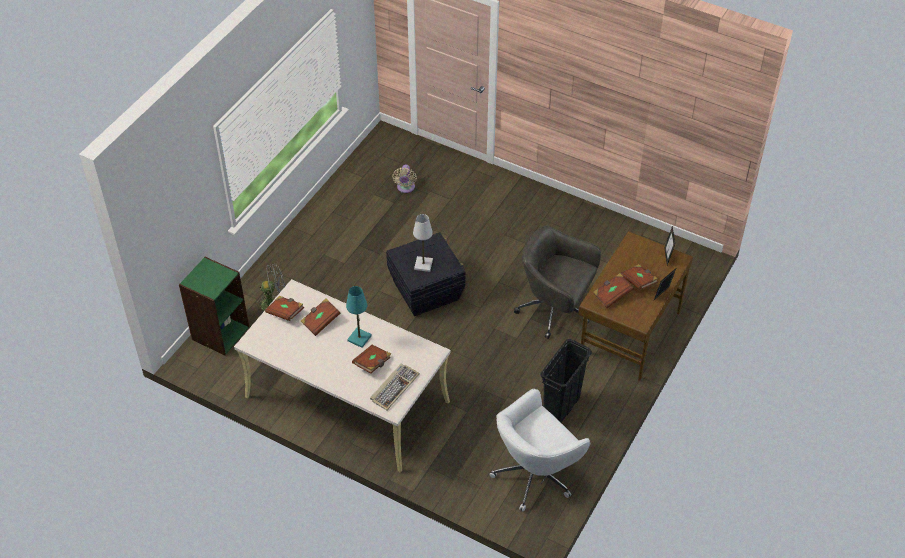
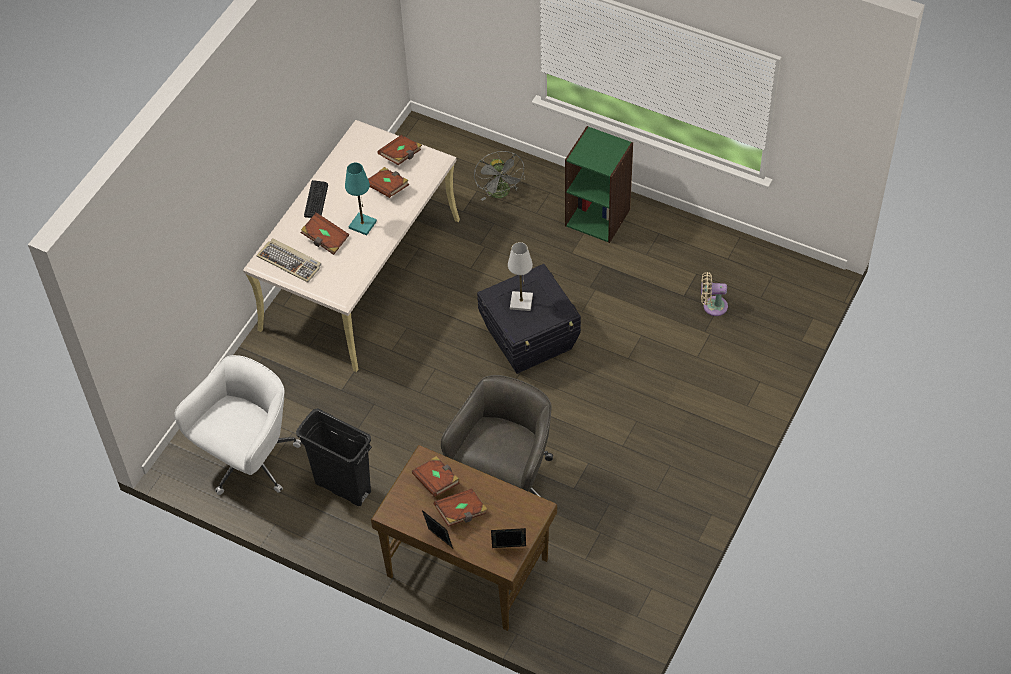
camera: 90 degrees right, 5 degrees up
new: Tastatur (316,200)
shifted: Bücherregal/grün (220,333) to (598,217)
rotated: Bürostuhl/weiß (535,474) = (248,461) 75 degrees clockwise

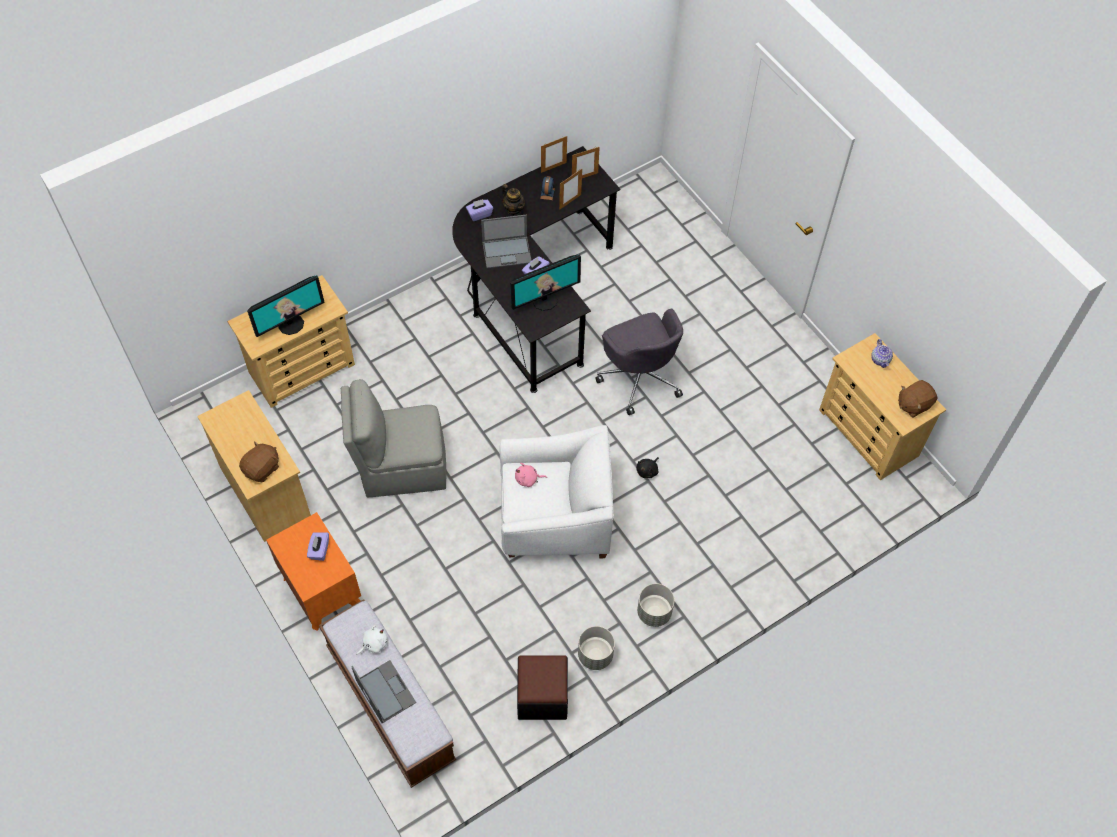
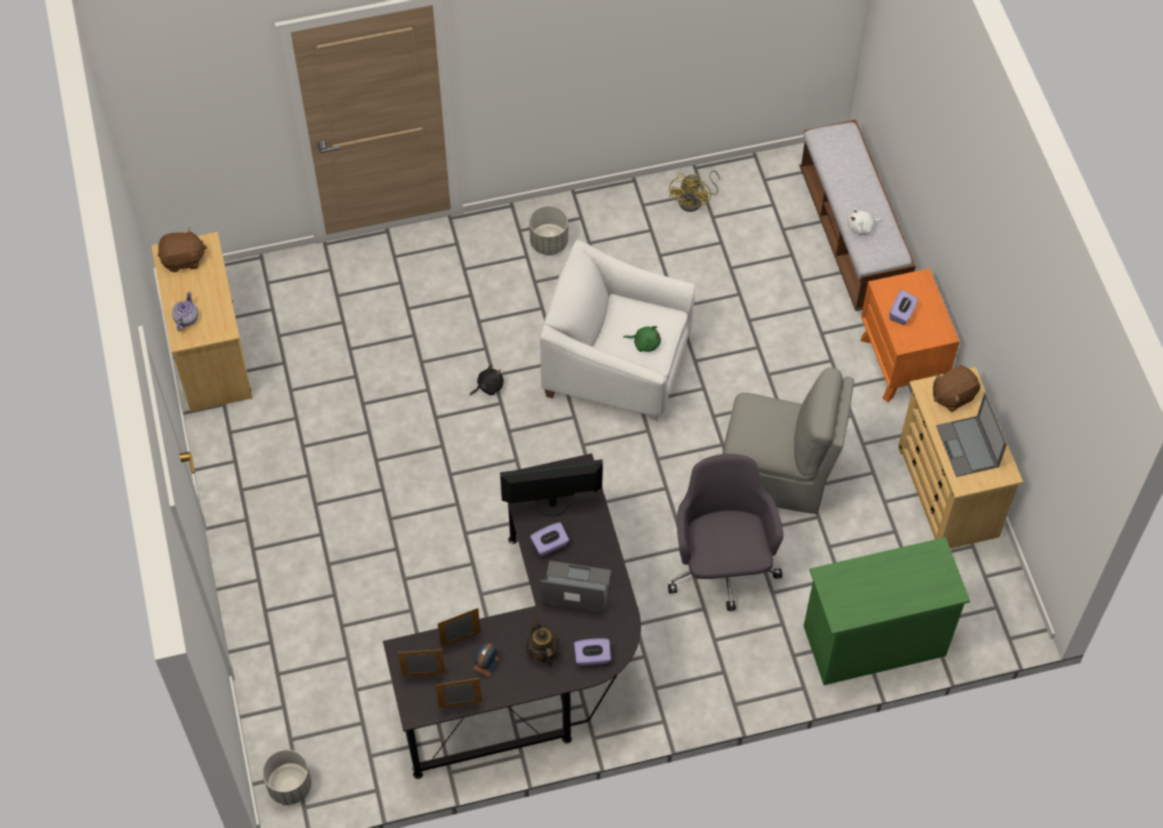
camera: 160 degrees left, 0 degrees up
gone: Monitor (291,324)
shifted: Laptop (385,691) to (968,447); Pflanzkübel/grau (595,655) to (289,786); Bürostuhl/grau (640,376) to (722,566)
swapped: Polsterhocker/schwarz (542,696) to Ventilator/gelb (695,201)
repainted: Kommode/beige (302,368) to Kommode/grün (873,640); Plüschtier/rosa (528,479) to Plüschtier/grün (645,343)

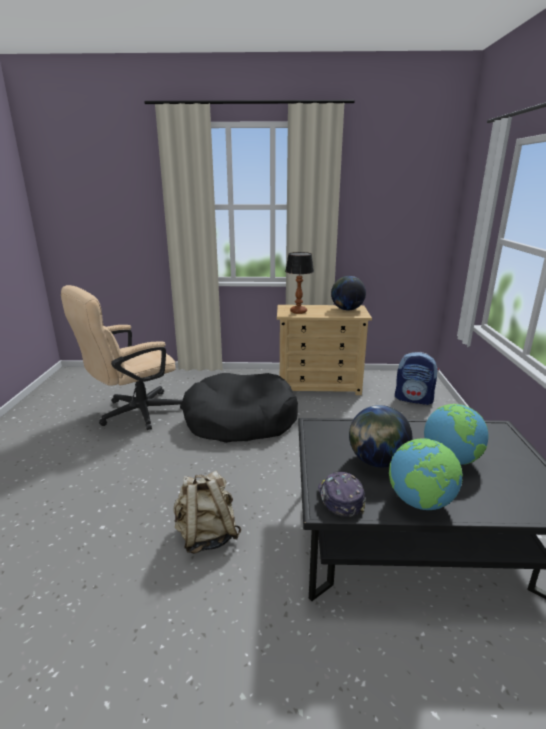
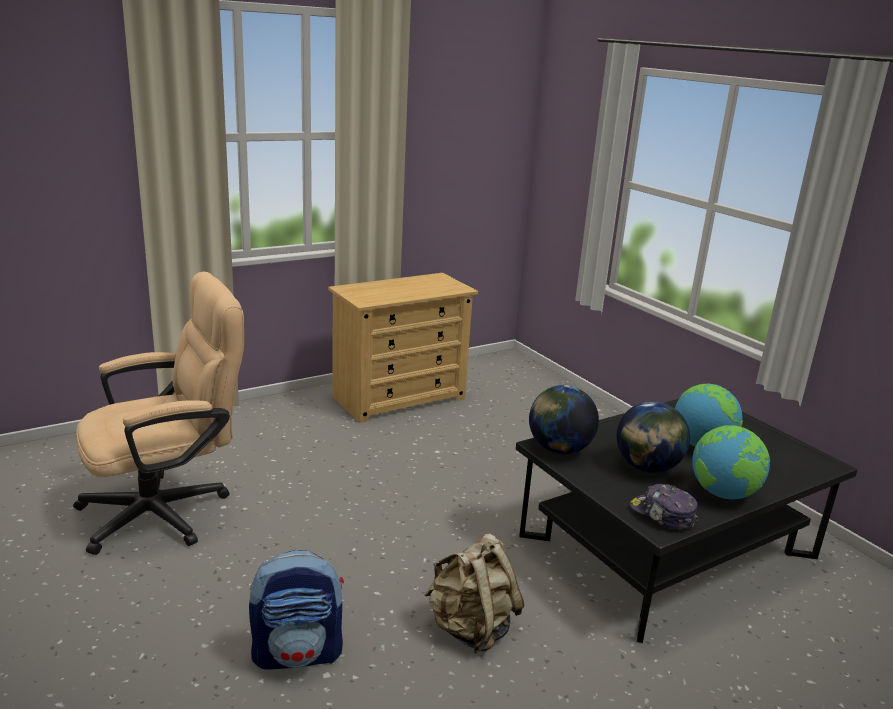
camera: 35 degrees left, 0 degrees up
gone: Hundebett/schwarz (240,420); Tischlampe (299,312)
shifted: Globus (347,309) to (559,449); Rucksack (414,399) to (298,653)
rotated: Bürostuhl/beige (134,414) = (168,510) 135 degrees counterclockwise

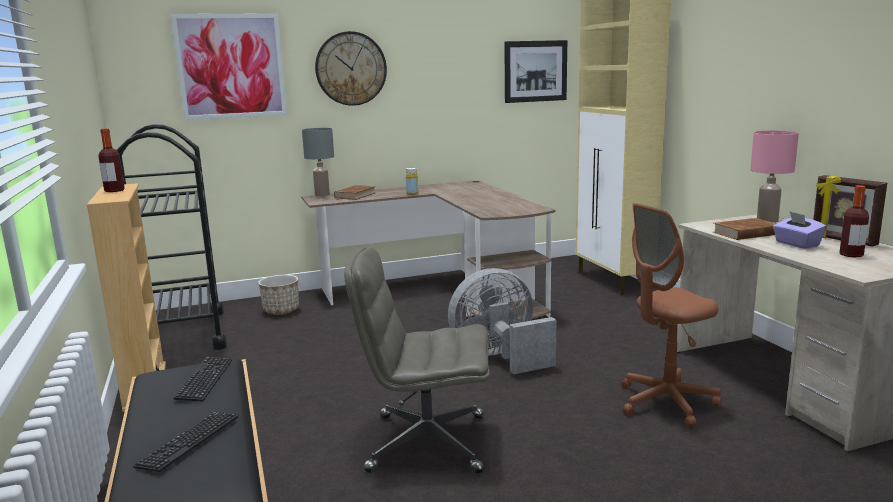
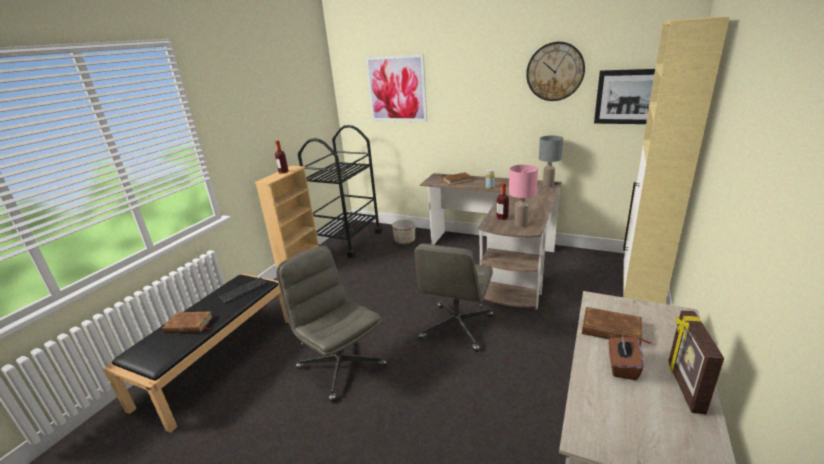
camera: 45 degrees right, 10 degrees up
gone: Bürostuhl/braun (666,403)
shifted: Tischlampe/grau (322,195) to (548,185); Wanduhr (351,69) to (555,71); Tischlampe/rosa (768,221) to (521,224); Flasche (851,255) to (502,218)
swapped: Tastatur (189,442) to Buch/braun (189,325); Ventilator/grau (499,357) to Bürostuhl/grau (456,328)
repainted: Taschentuchbox/lila (796,244) to Taschentuchbox/braun (622,366)

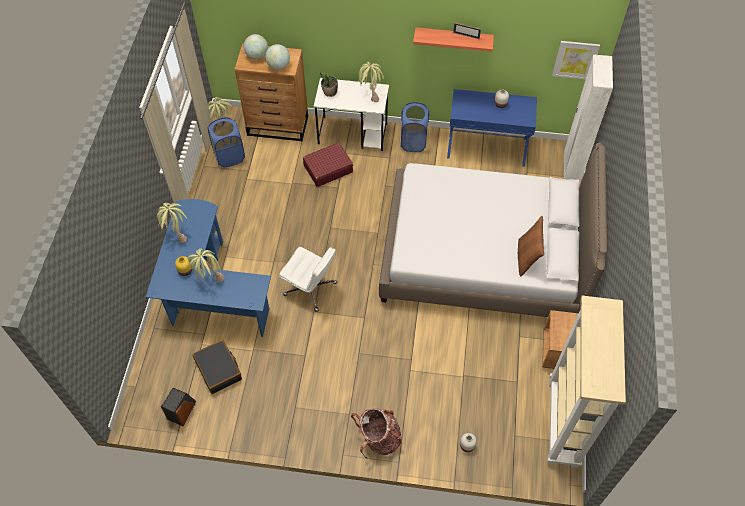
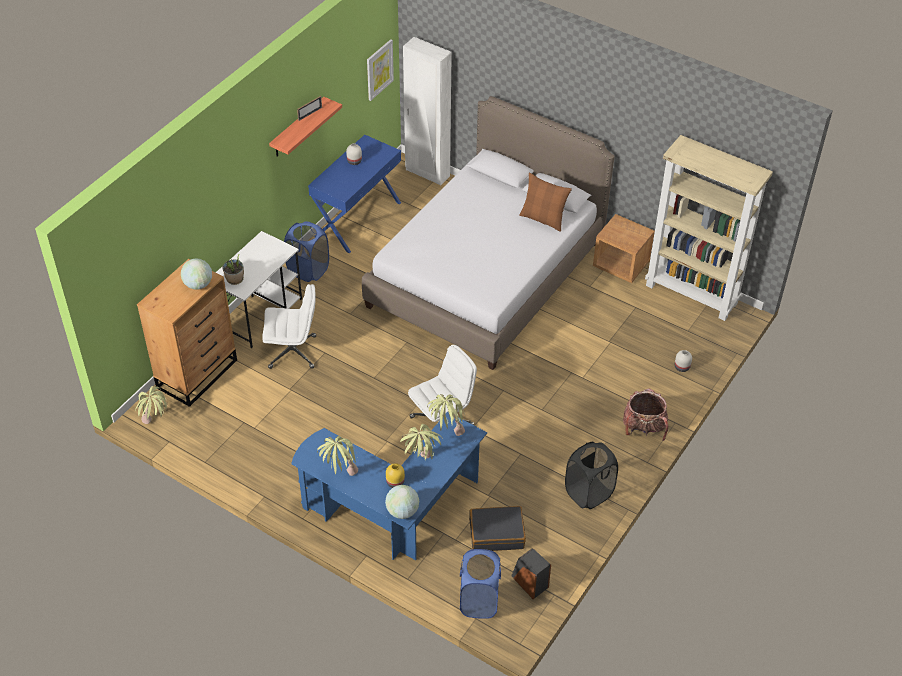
camera: 65 degrees left, 10 degrees down
new: Wäschekorb/schwarz (588,493)
shifted: Wäschekorb/blau (229,156) to (479,601); Globus (257,55) to (402,511); Topfpflanze (370,94) to (446,434)
swapped: Koffer/rot (328,169) to Bürostuhl/weiß (293,352)

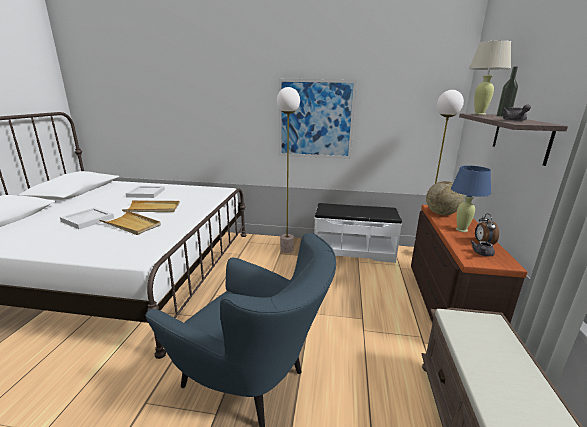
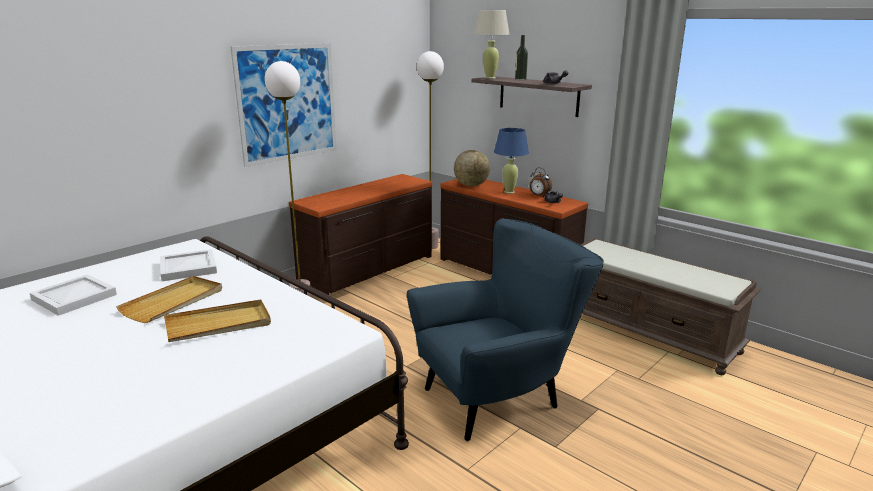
camera: 55 degrees left, 0 degrees up
shifted: Tablett/weiß (87,220) to (187,268)
swapped: Bank/weiß (353,250) to Kommode/braun (369,270)

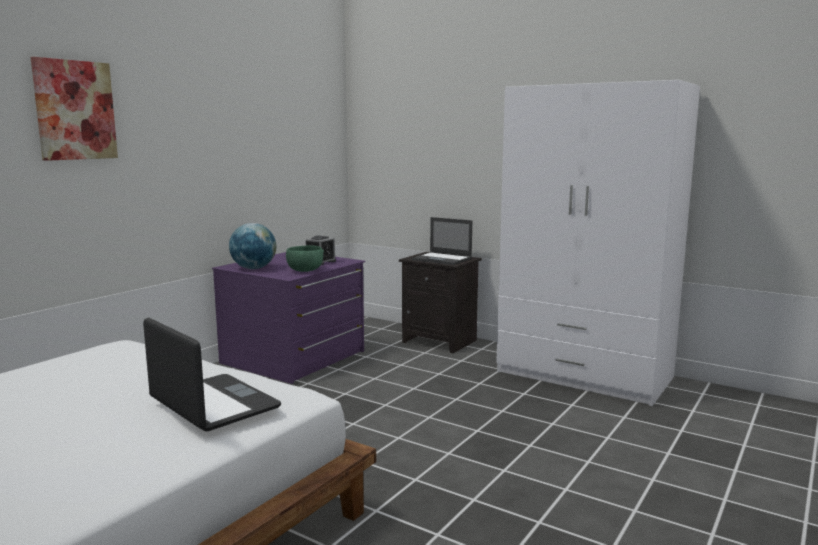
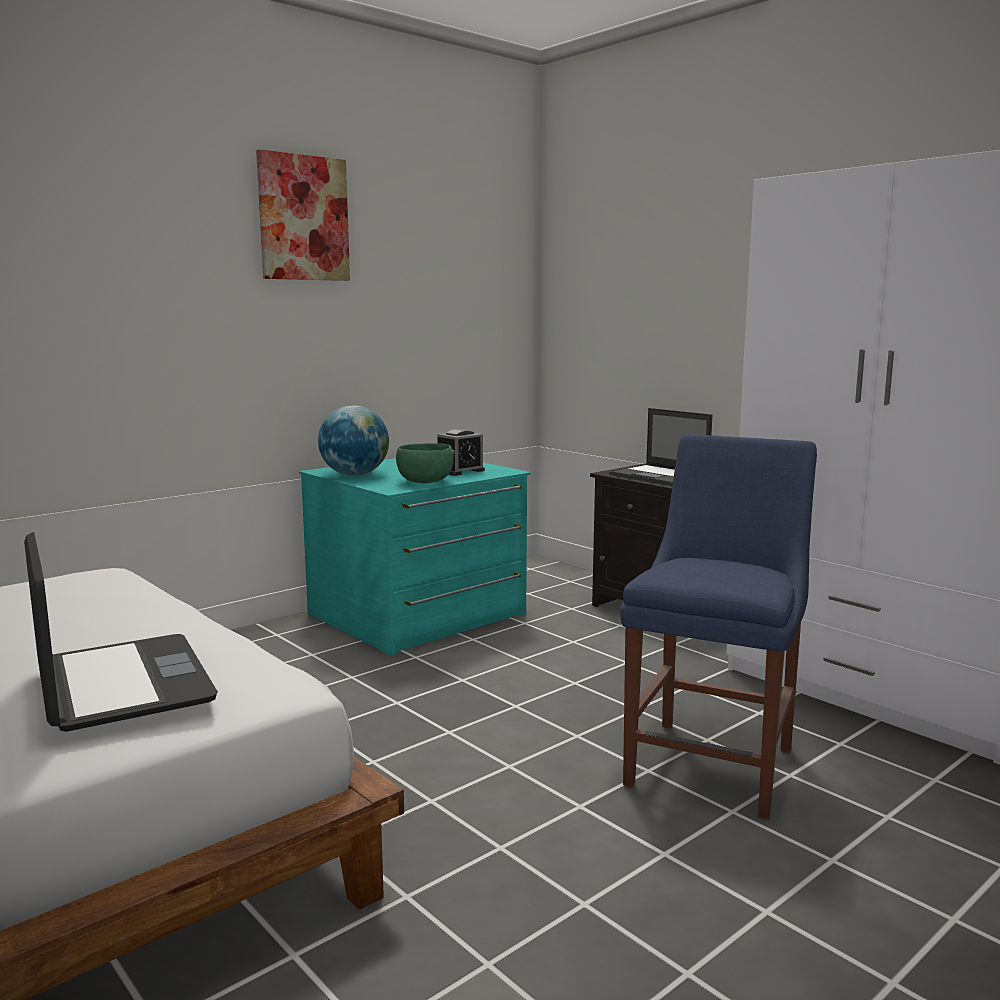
camera: 15 degrees right, 0 degrees up
new: Stuhl/blau (714,762)
shifted: Bild (75,110) to (303,218)
repainted: Kommode/lila (295,357) to Kommode/türkis (418,615)

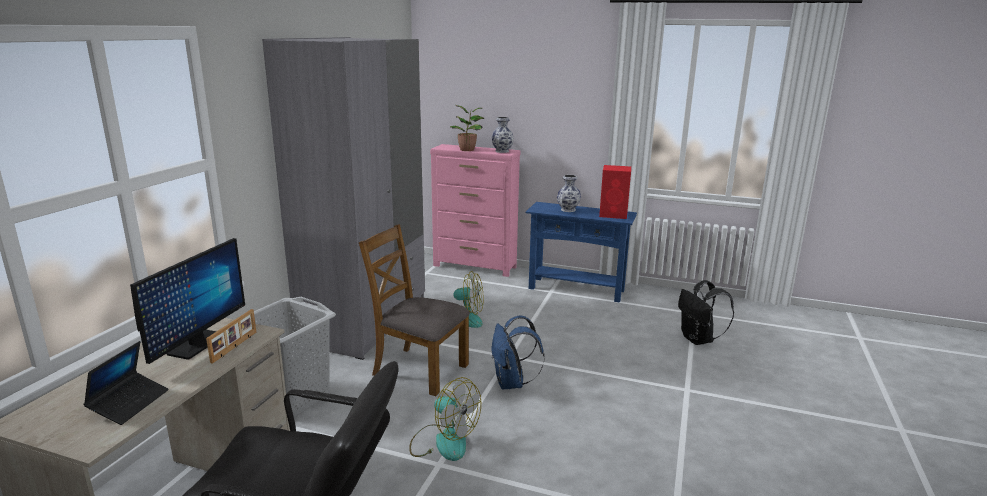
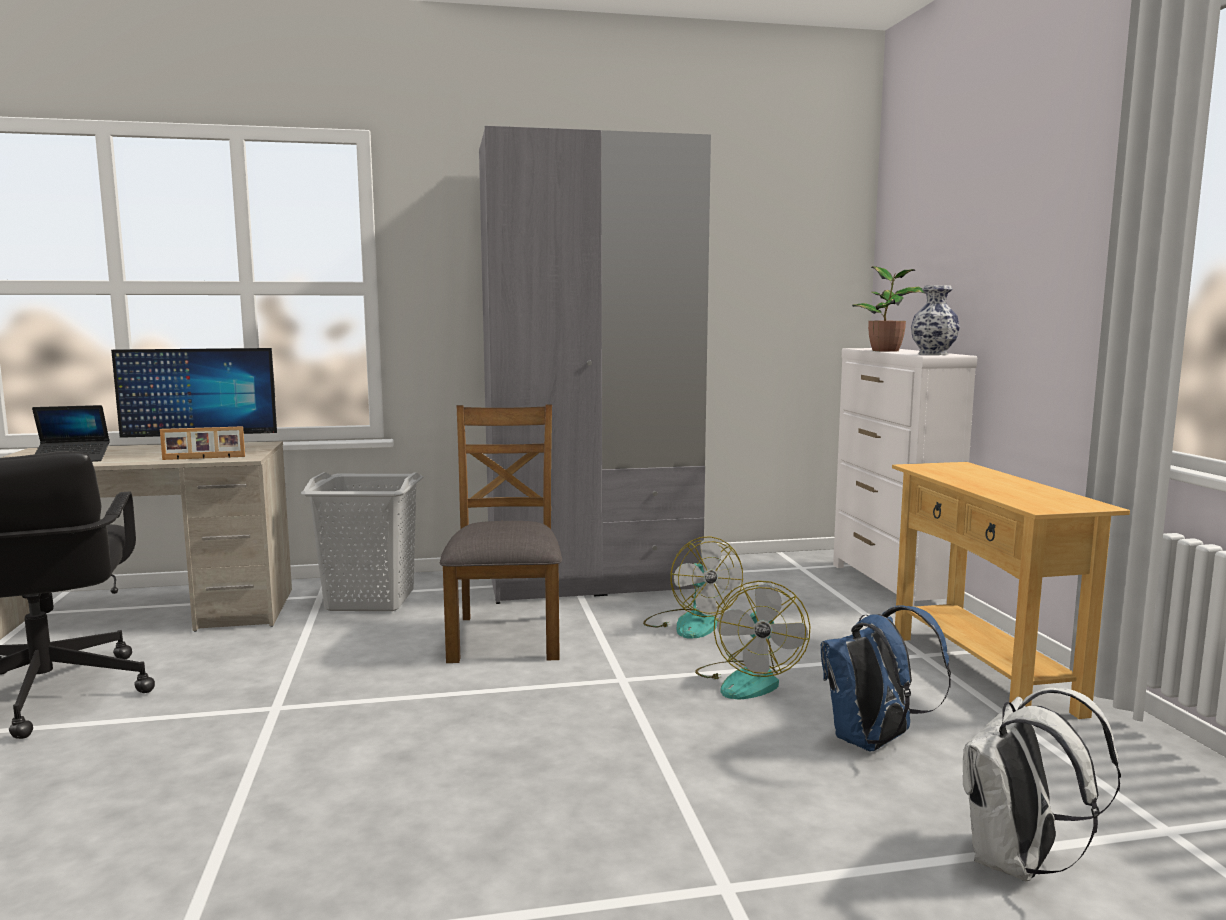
camera: 60 degrees right, 10 degrees down
gone: Vase (567,210); Lautsprecher/rot (614,214)
shifted: Ventilator (443,441) to (748,680); Rucksack/blau (512,383) to (873,743)
repainted: Kommode/rosa (475,266) to Kommode/weiß (891,586); Konsolentisch/blau (576,289) to Konsolentisch/beige (982,673); Rucksack/schwarz (698,340) to Rucksack/weiß (1018,864)

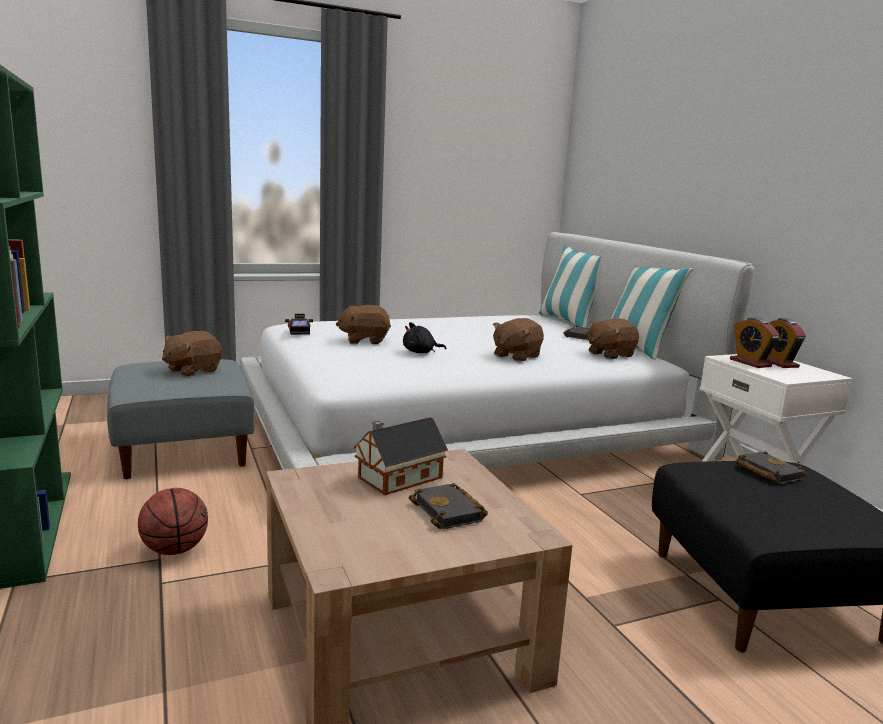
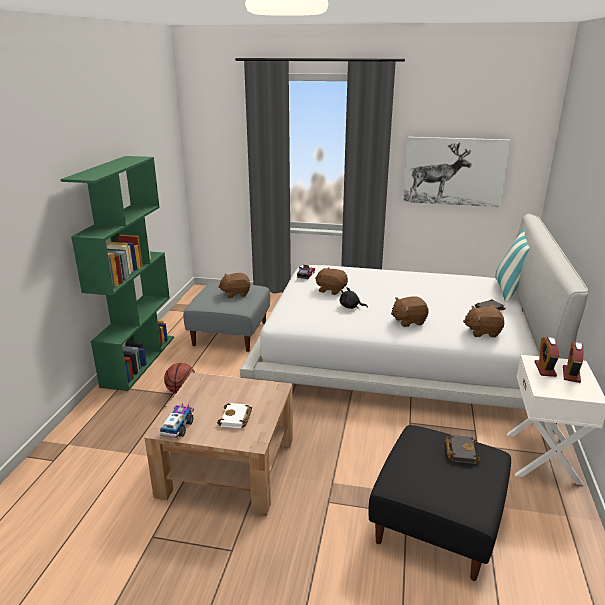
camera: 35 degrees right, 10 degrees up
gone: Spielzeughaus (397,478); Kissen (638,347)
new: Spielzeuglaster (178,427); Bild (454,171)
repainted: Buch/schwarz (450,512) to Buch/weiß (236,419)

